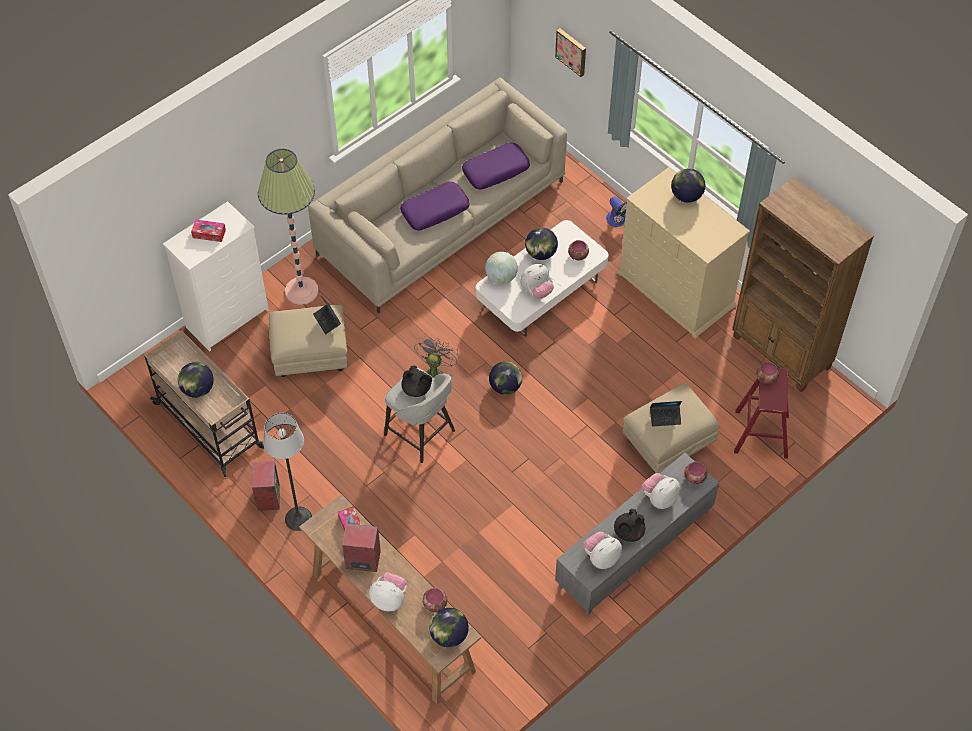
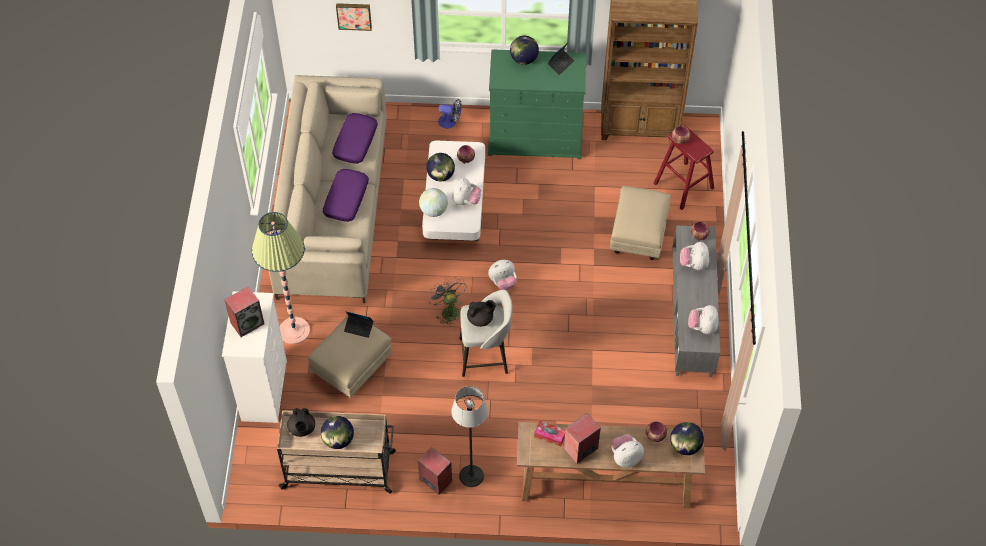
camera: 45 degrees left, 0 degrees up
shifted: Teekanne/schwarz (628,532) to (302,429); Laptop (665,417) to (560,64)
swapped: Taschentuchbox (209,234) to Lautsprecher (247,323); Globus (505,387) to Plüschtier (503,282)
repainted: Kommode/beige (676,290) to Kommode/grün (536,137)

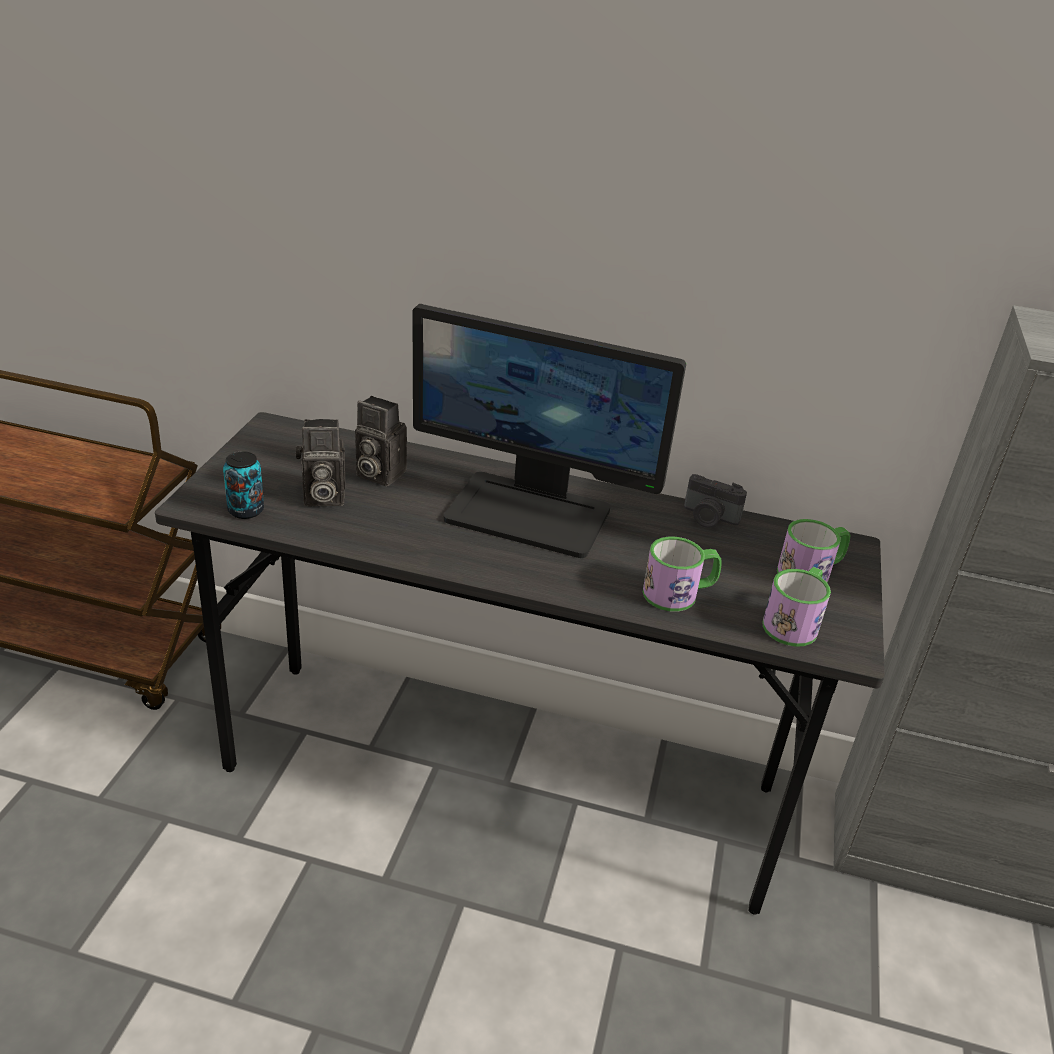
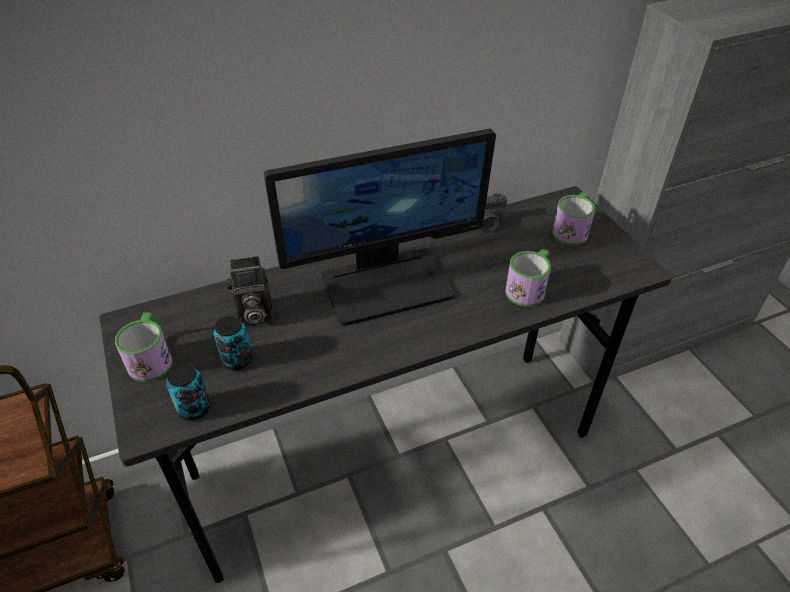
camera: 35 degrees left, 10 degrees up
shifted: Henkelbecher (794,622) to (151,358)
swapped: Kamera (321,497) to Dose (237,360)

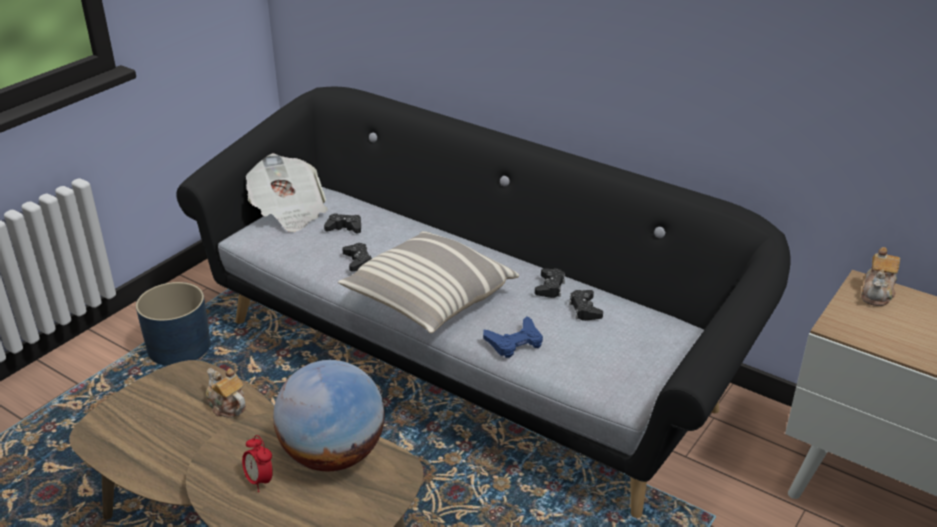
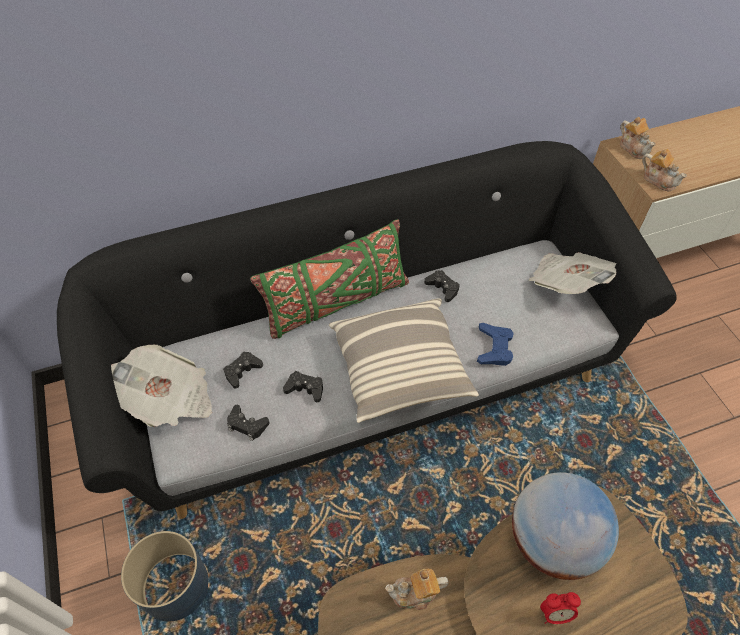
camera: 55 degrees left, 20 degrees up
new: Kissen/grün (336,303); Zeitung (566,283); Teekanne (659,180)
shifted: Gamepad/schwarz (585,309) to (247,425)

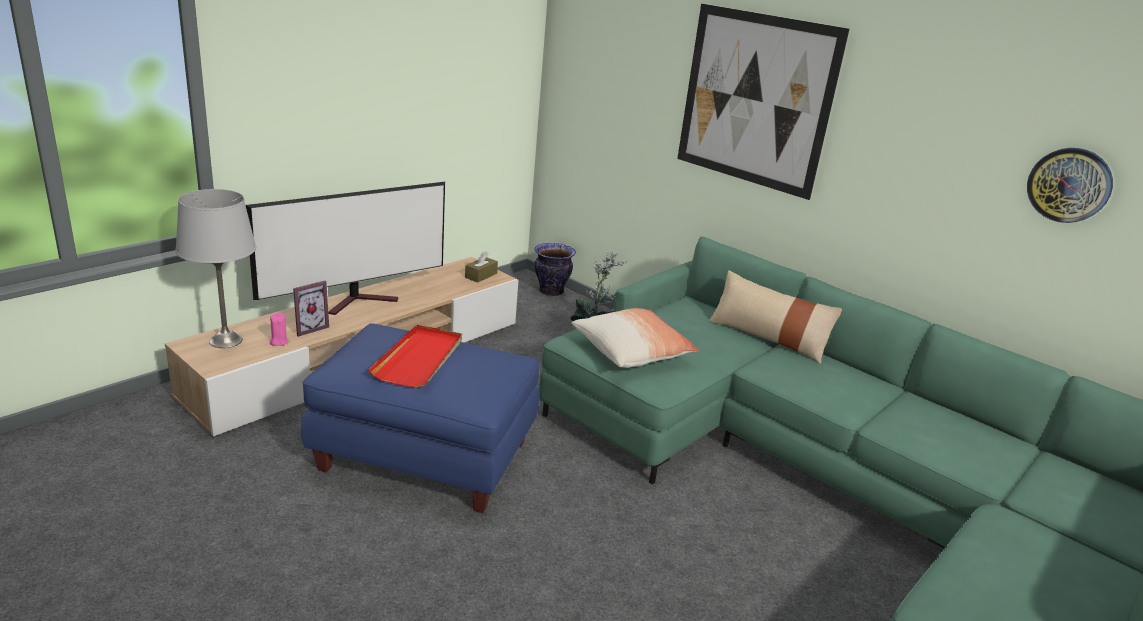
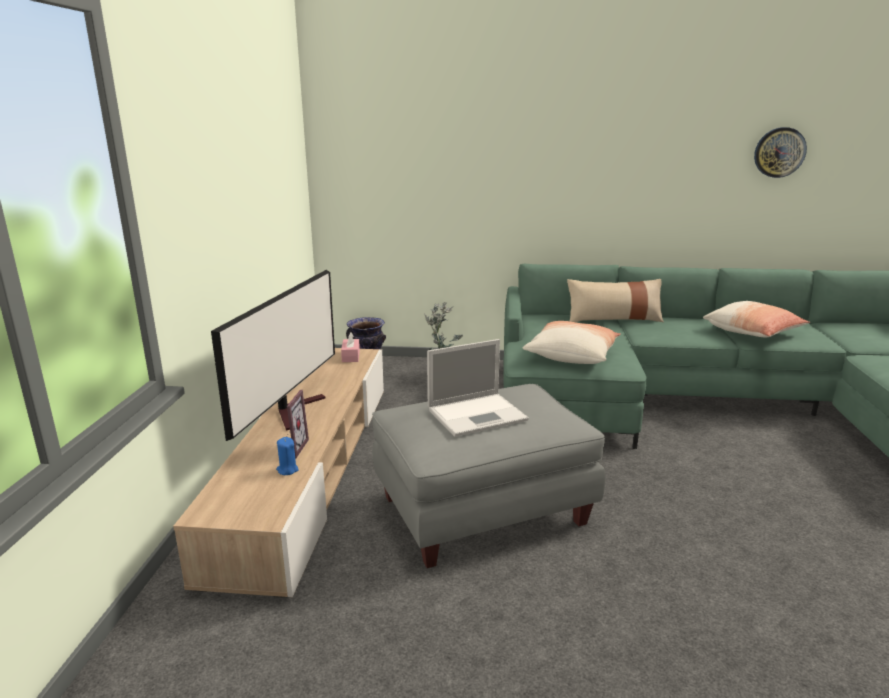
camera: 35 degrees left, 5 degrees down
gone: Tischlampe/grau (226,340); Bild (755,100)
new: Kissen (753,333)
swapped: Tablett/rot (419,359) to Laptop (478,414)
repainted: Kerze/rosa (279,341) to Kerze/blau (287,470); Polsterhocker/blau (426,455) to Polsterhocker/grau (483,509); Taschentuchbox/braun (481,275) to Taschentuchbox/rosa (351,356)

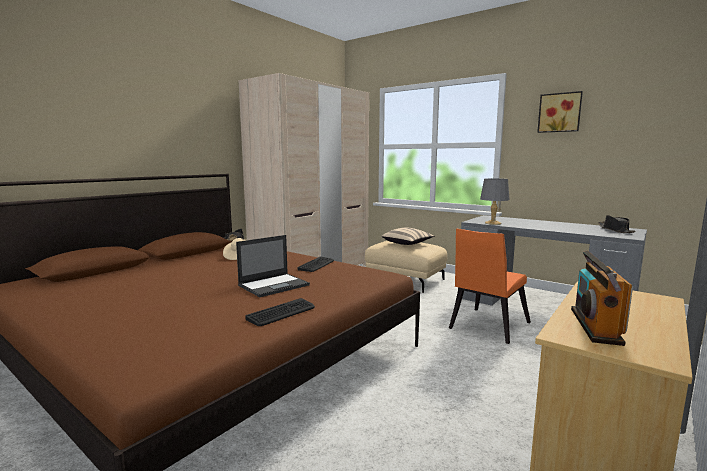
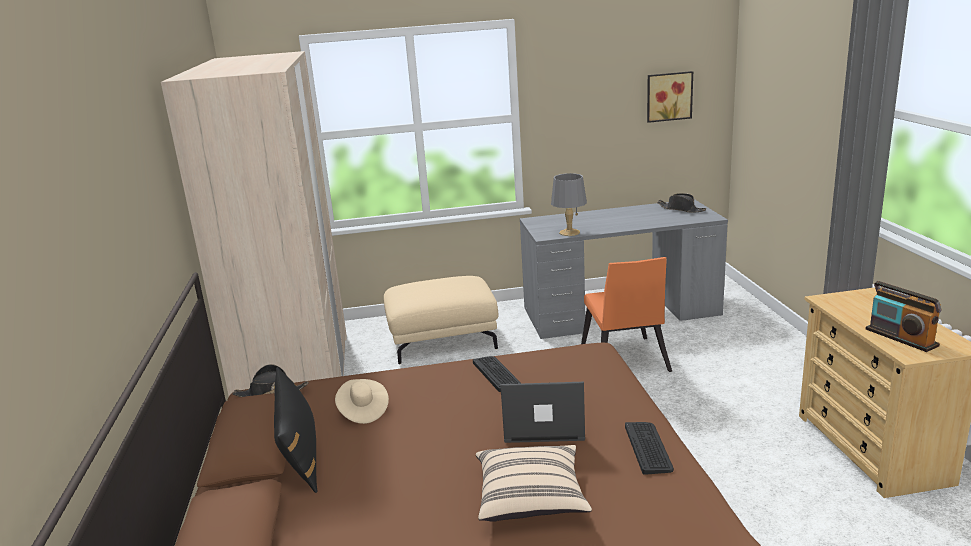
camera: 45 degrees left, 10 degrees up
new: Kissen/schwarz (300,454)
shifted: Kissen/beige (407,244) to (531,499); Bild (559,112) to (668,96)
rotated: Laptop (274,285) = (542,424) 90 degrees counterclockwise

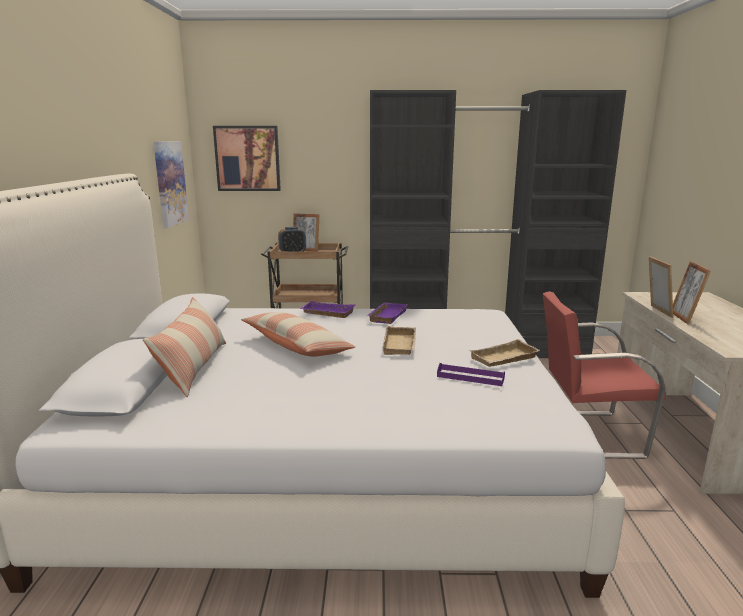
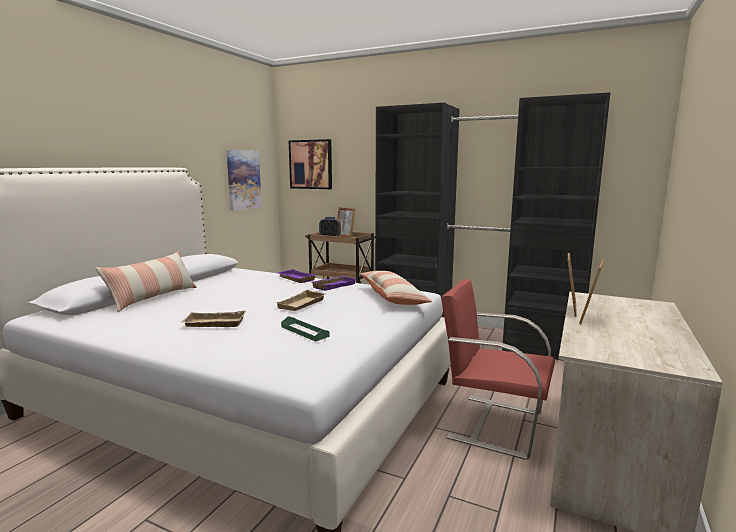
camera: 25 degrees right, 5 degrees down
shifted: Kissen (296,346) to (392,297); Tablett/beige (504,359) to (213,324)
repainted: Tablett/lila (470,377) to Tablett/grün (304,331)

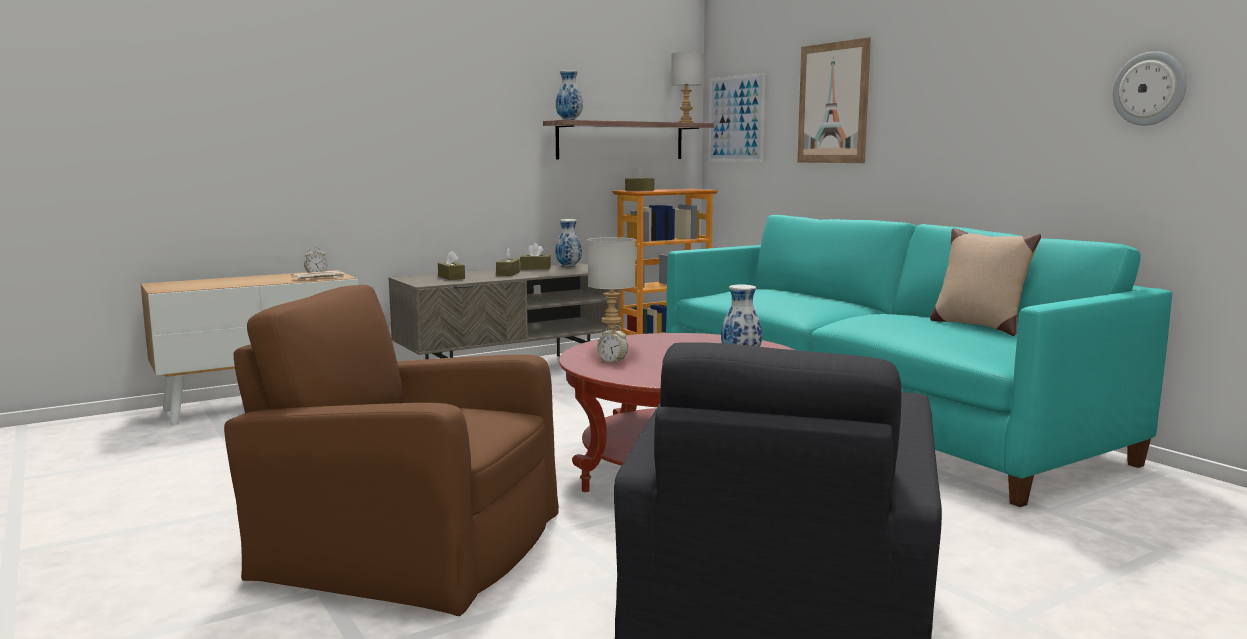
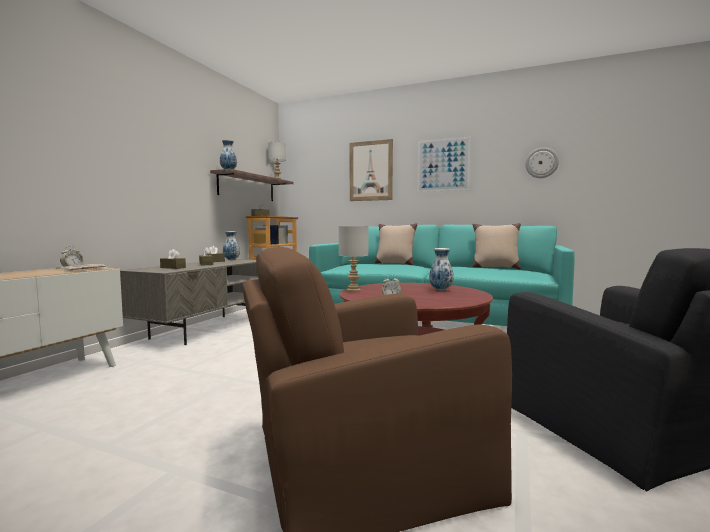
camera: 35 degrees left, 5 degrees down
new: Kissen/beige (394,264)
shifted: Bild (736,119) to (443,165)

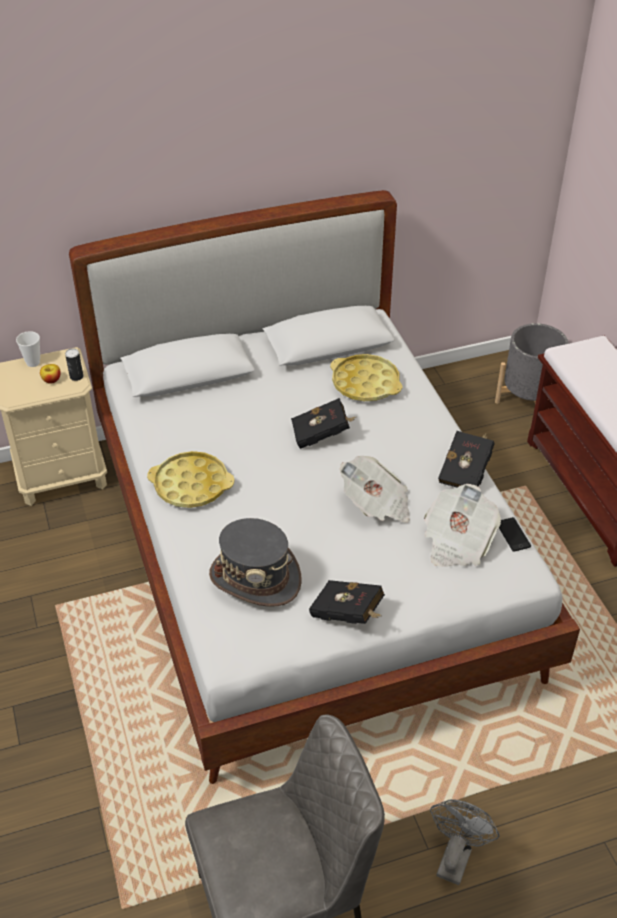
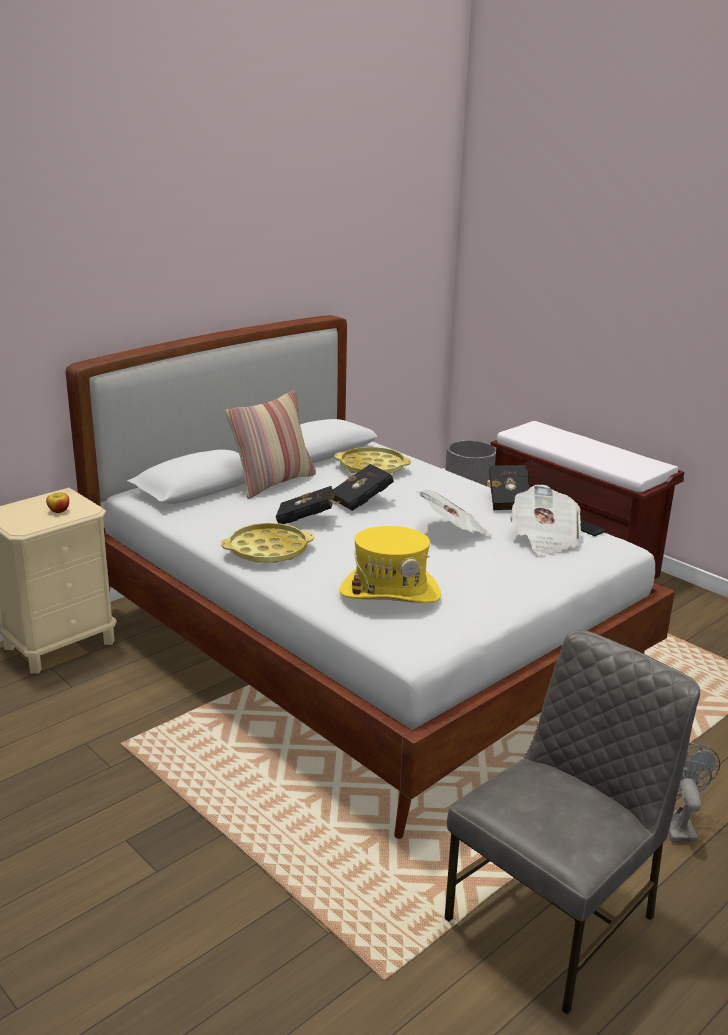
camera: 25 degrees left, 20 degrees down
gone: Tasse (33,362); Dose (76,376)
new: Kissen (273,482)
shifted: Buch/schwarz (348,615) to (308,521)
repainted: Hut/grau (255,578) to Hut/gelb (390,592)

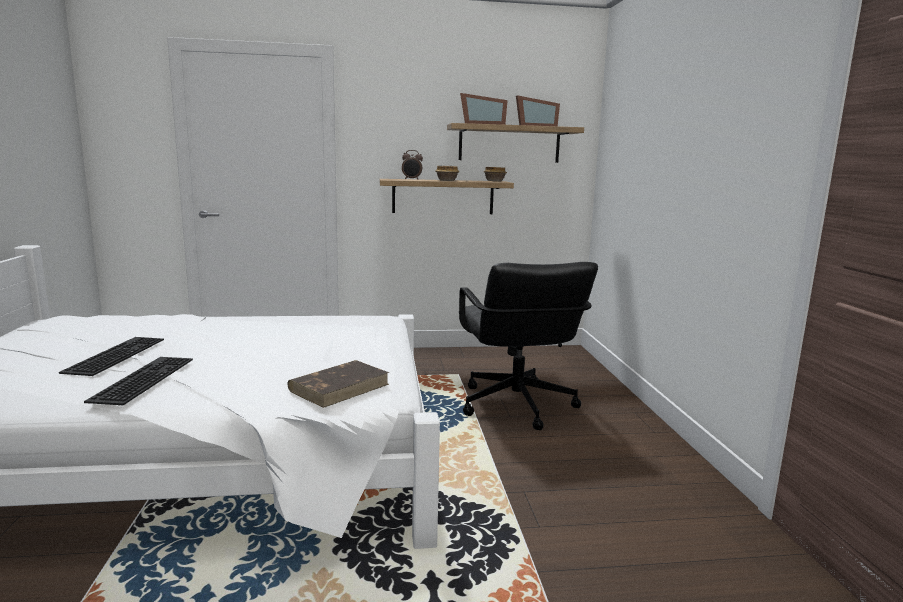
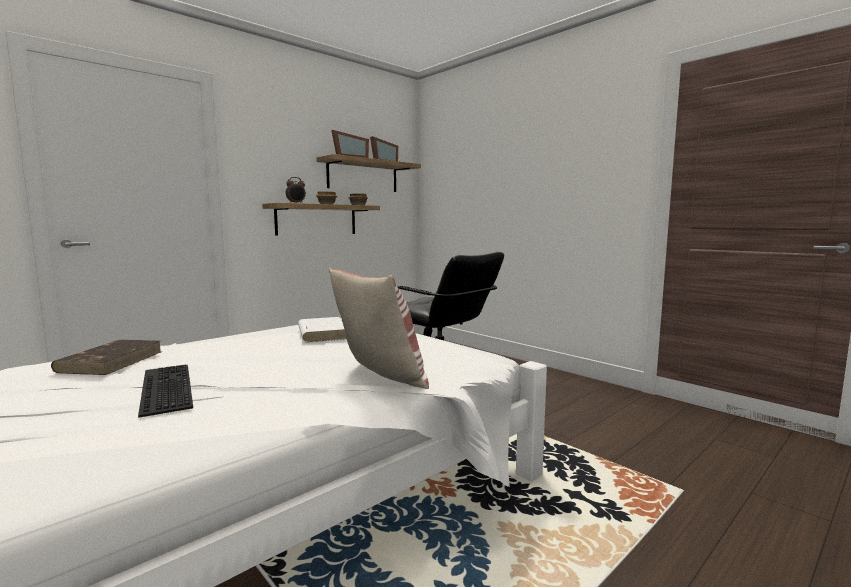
camera: 35 degrees left, 5 degrees down
gone: Tastatur (142,378)
new: Buch/weiß (322,333); Kissen (380,377)
shifted: Buch/braun (340,387) to (112,361)

